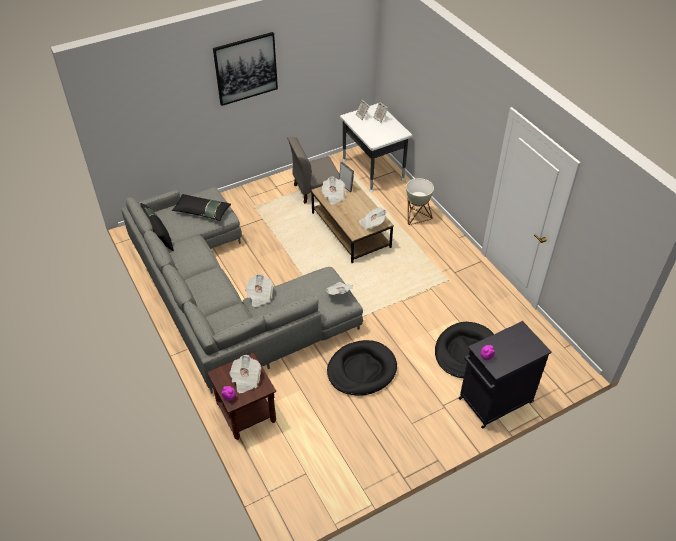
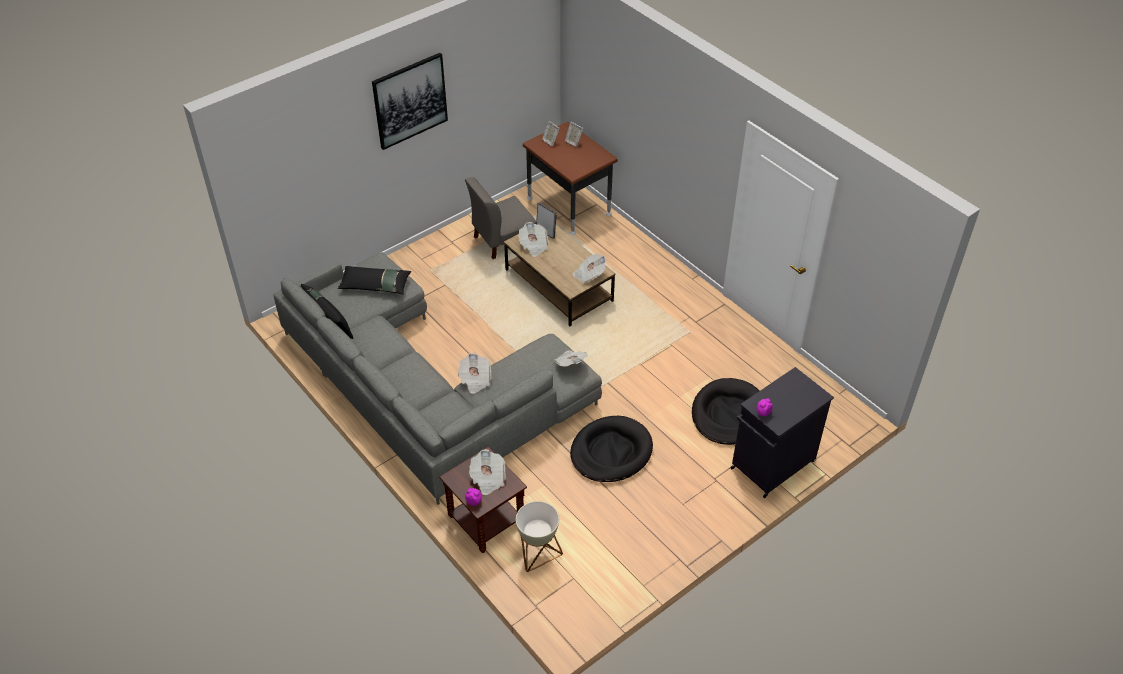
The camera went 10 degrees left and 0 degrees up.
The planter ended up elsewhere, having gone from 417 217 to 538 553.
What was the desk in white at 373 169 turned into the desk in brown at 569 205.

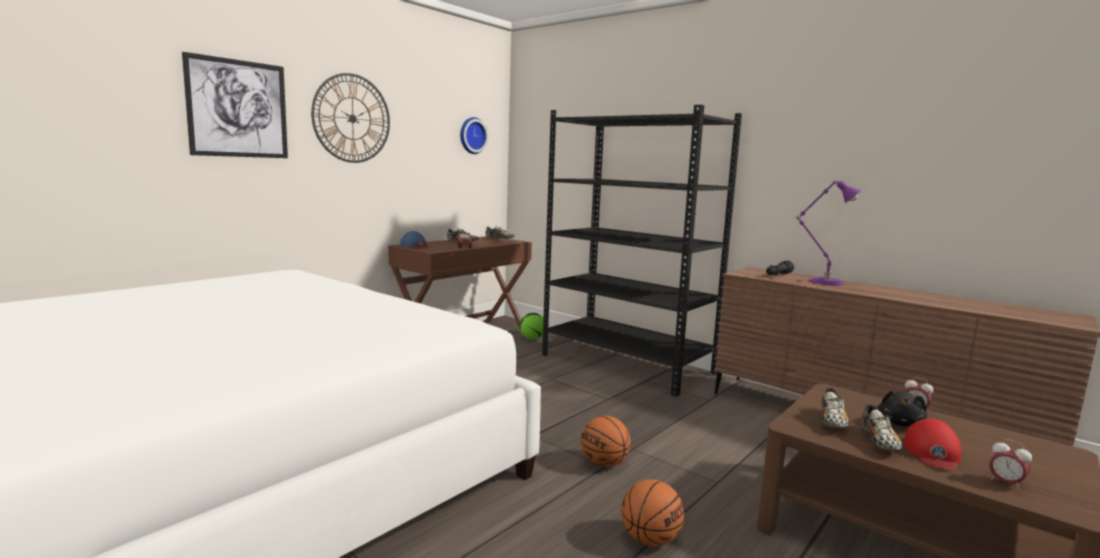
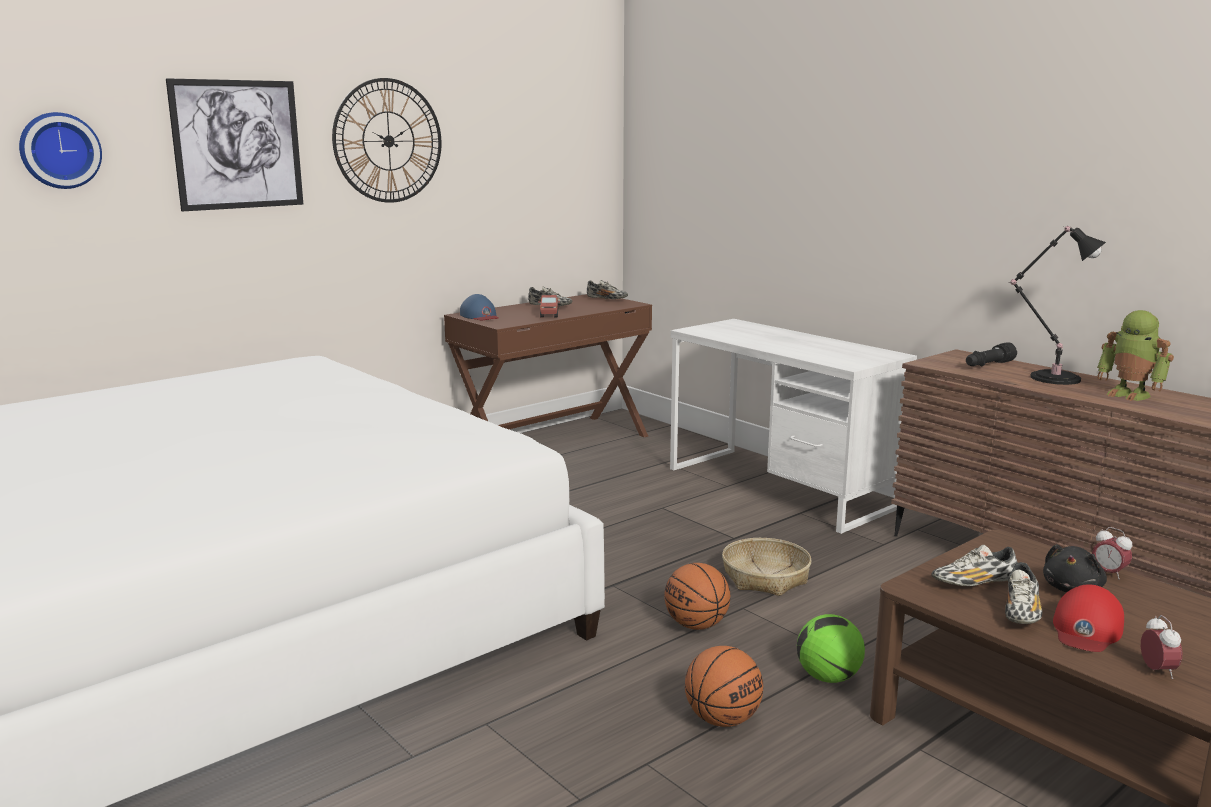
The camera went 10 degrees right and 5 degrees up.
The second view gained the basket at 765 577.
The second view gained the toy robot at 1130 394.
The wall clock ended up elsewhere, having gone from 471 135 to 59 150.
The football ended up elsewhere, having gone from 532 338 to 828 677.
Where the bookcase in black stood at 626 364, the desk in white came to stand at 779 487.
What was the table lamp in purple at 823 282 turned into the table lamp in black at 1050 378.
The shoe at 832 422 ended up facing another way, 45 degrees clockwise from before.
The alarm clock at 1005 483 ended up facing another way, 150 degrees counterclockwise from before.

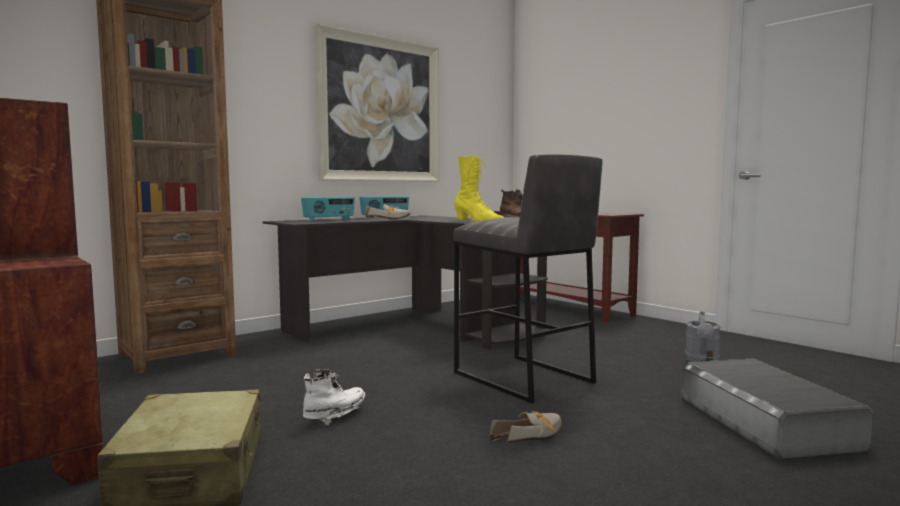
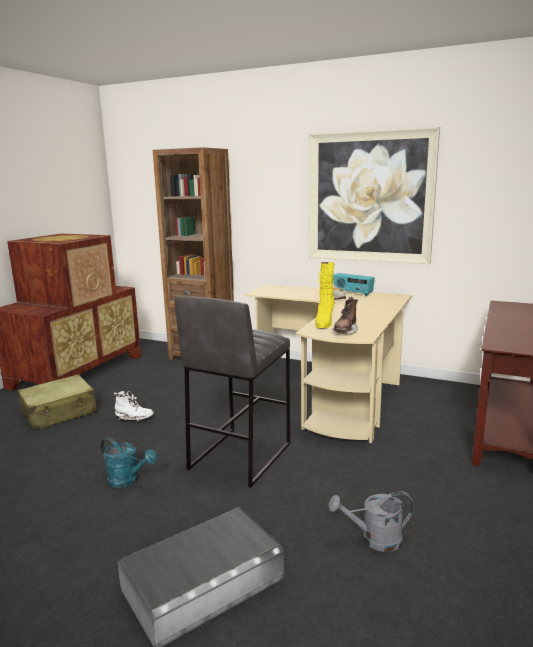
The camera went 65 degrees right and 10 degrees up.
The second view lost the radio at 329 220.
Where the shoe stood at 532 436, the watering can in turquoise came to stand at 128 480.
What was the desk in black at 416 326 turned into the desk in beige at 335 390.

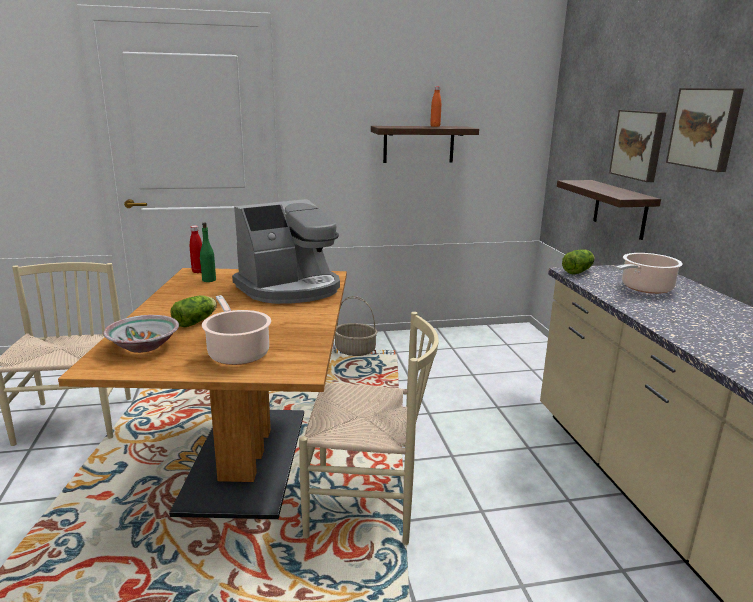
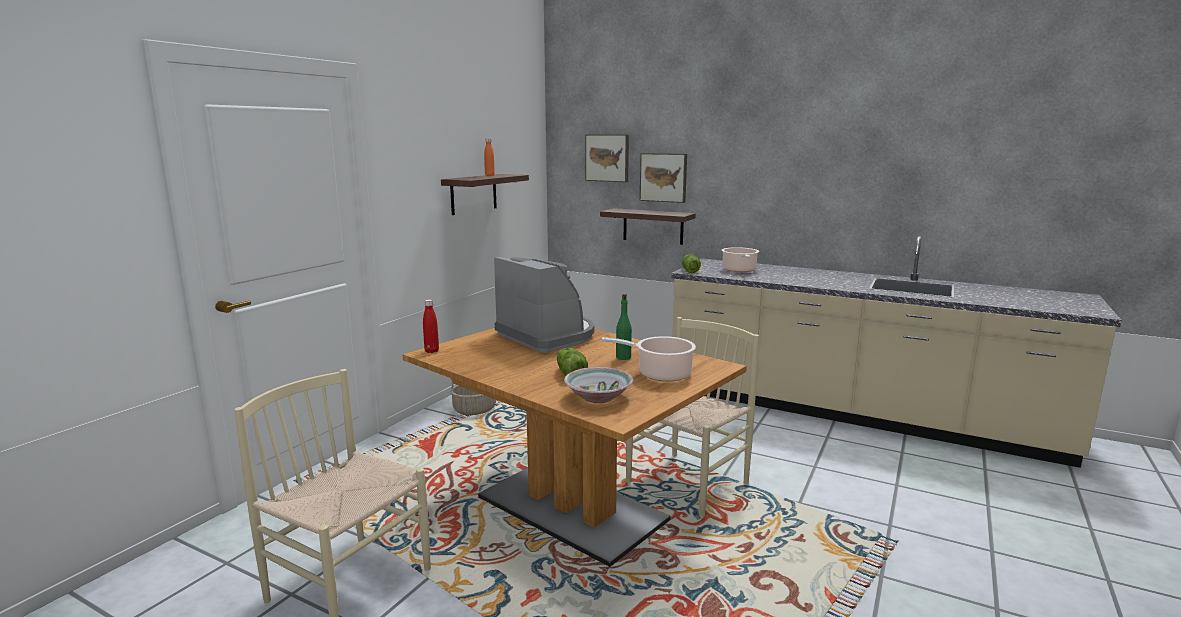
The camera went 50 degrees left and 5 degrees down.
The bottle in green ended up elsewhere, having gone from 208 280 to 623 357.
The picture ended up elsewhere, having gone from 705 128 to 607 158.
The coffee machine at 290 288 ended up facing another way, 45 degrees counterclockwise from before.

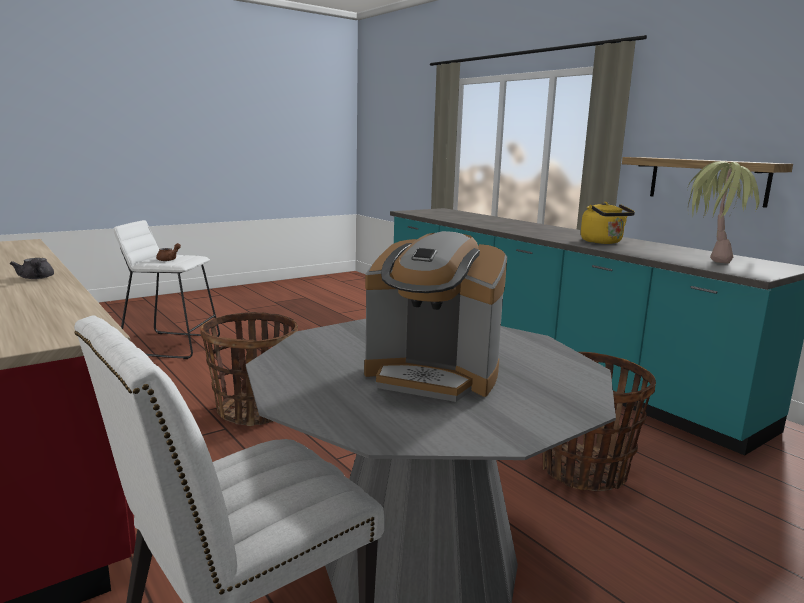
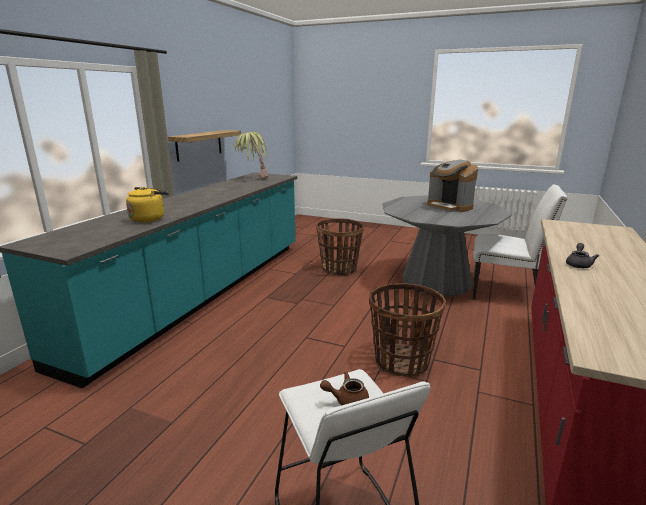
The camera went 120 degrees left and 5 degrees up.
The kettle in yellow ended up elsewhere, having gone from 603 242 to 149 218.
The coffee machine at 432 376 ended up facing another way, 150 degrees clockwise from before.

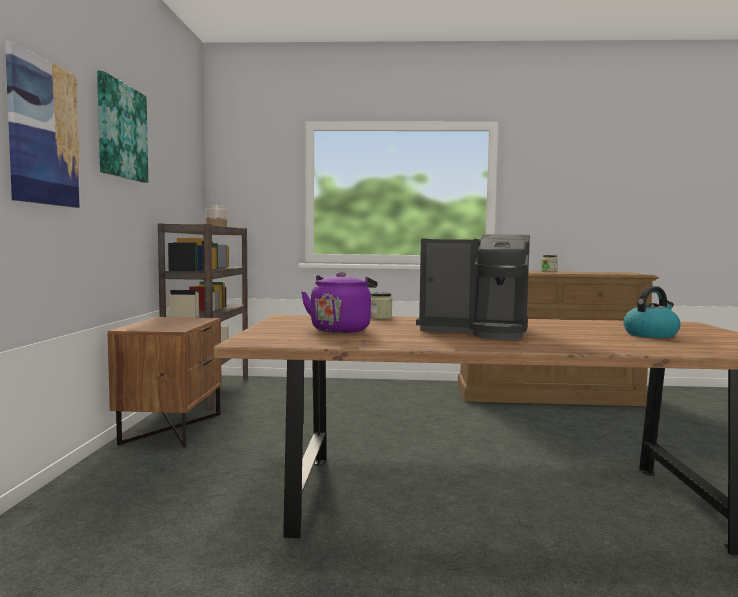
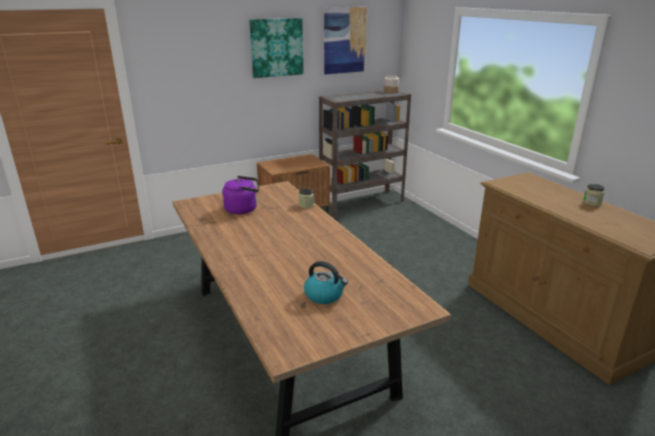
The camera went 60 degrees right and 20 degrees up.
The second view lost the coffee machine at 476 331.
The picture ended up elsewhere, having gone from 43 132 to 344 40.

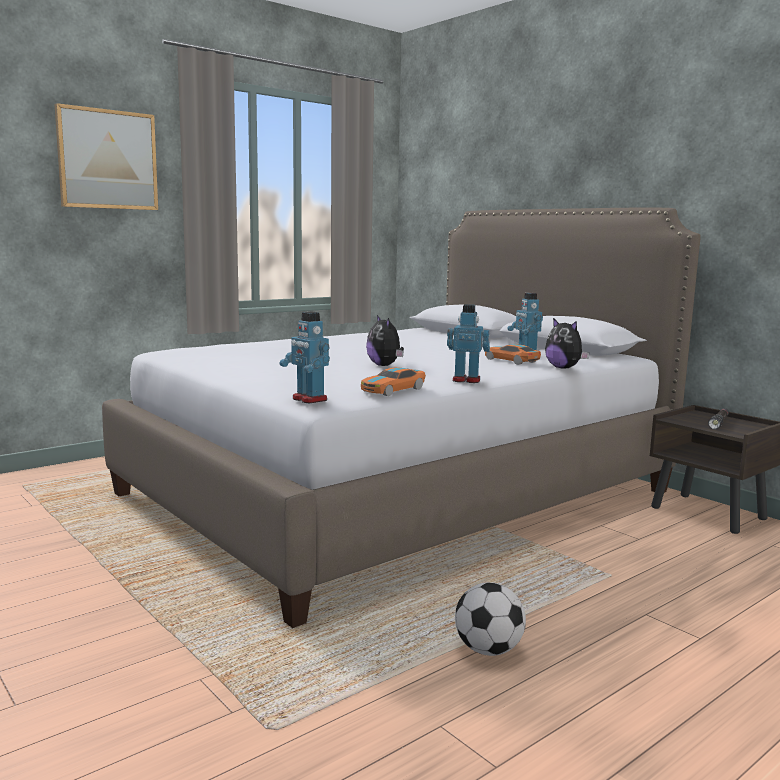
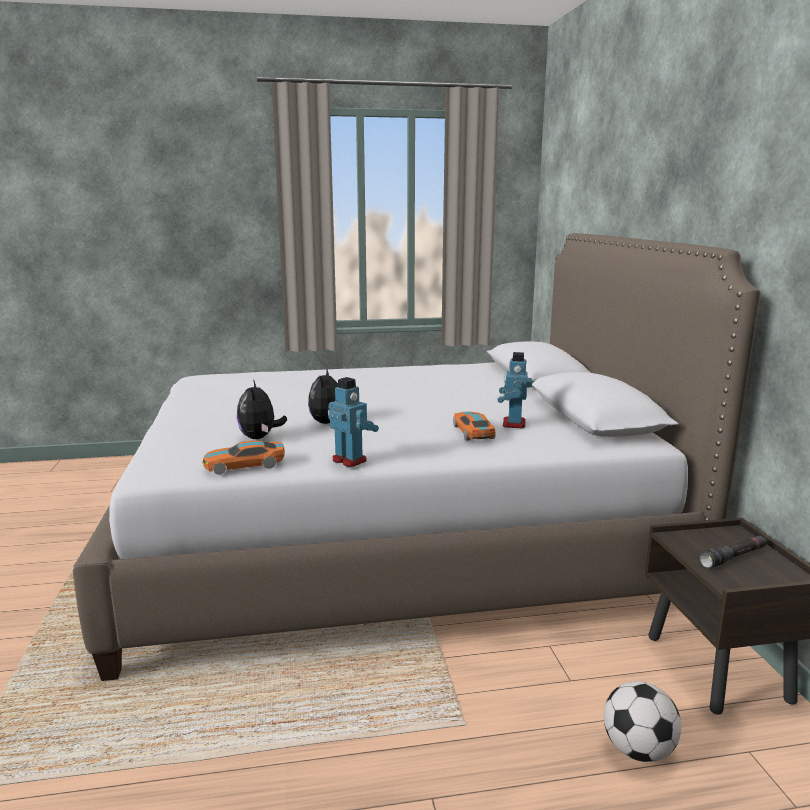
The camera went 30 degrees right and 5 degrees up.
The second view lost the picture at 107 160.
The second view lost the toy robot at 309 399.
The football ended up elsewhere, having gone from 488 650 to 638 750.
The plush toy ended up elsewhere, having gone from 564 368 to 260 437.

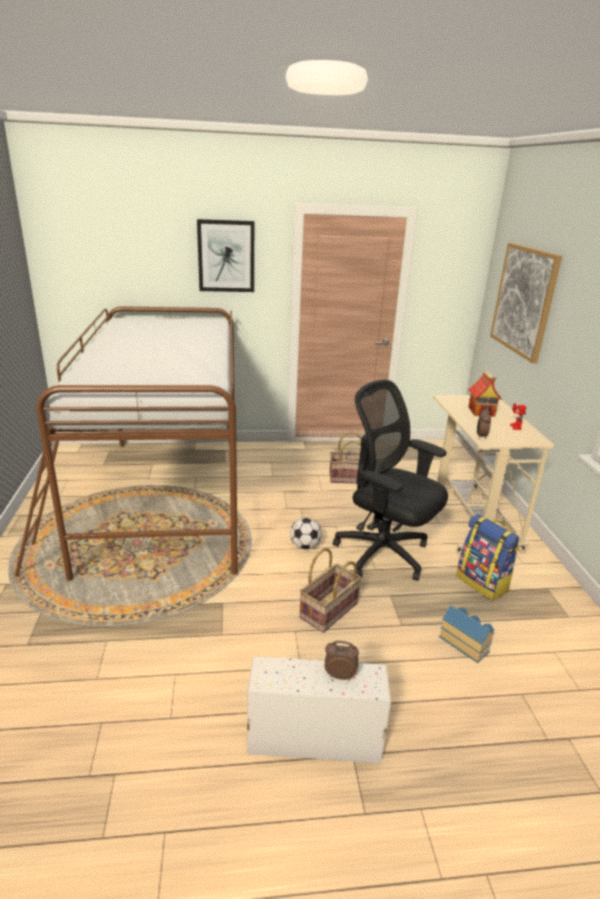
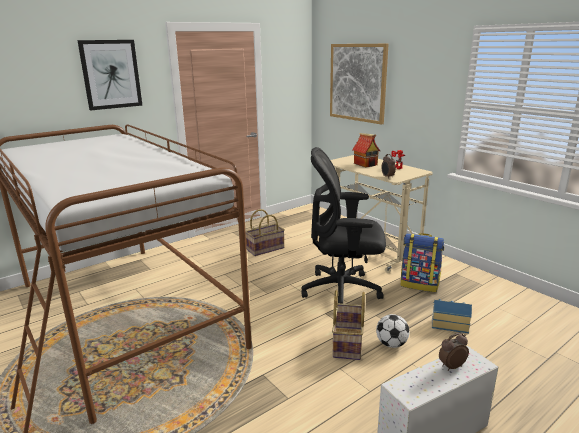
The camera went 30 degrees left and 5 degrees down.
The football ended up elsewhere, having gone from 305 546 to 391 344.

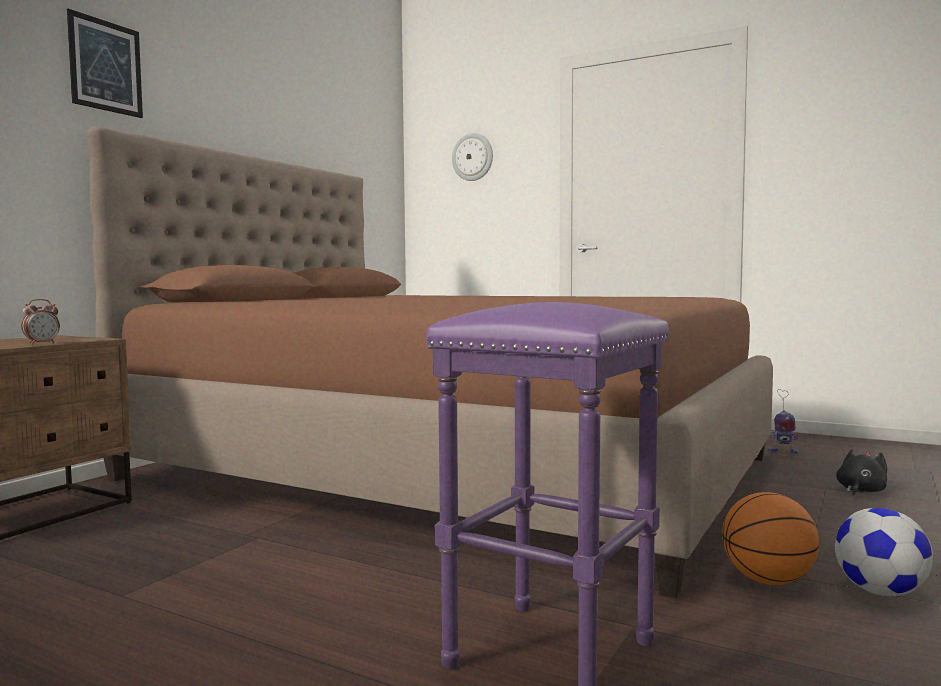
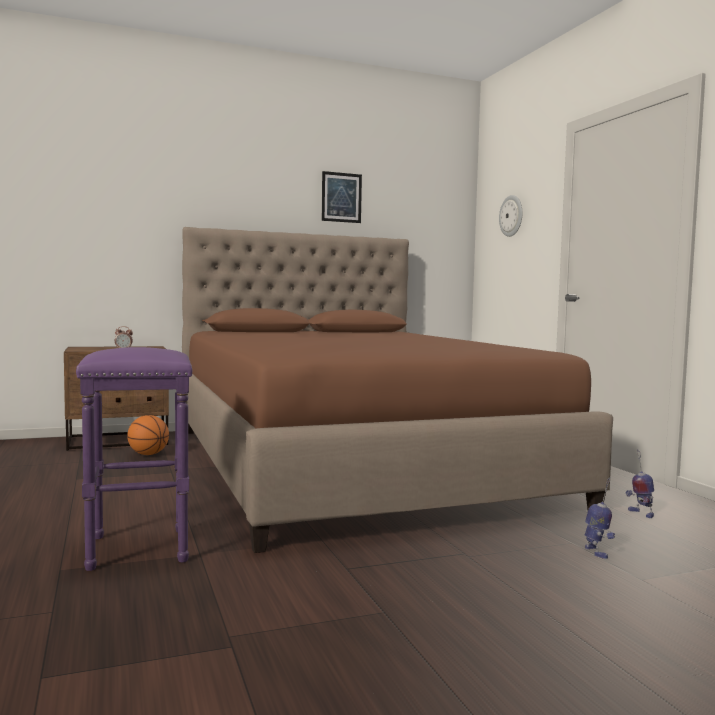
The camera went 40 degrees right and 0 degrees up.
The second view lost the football at 881 592.
The picture ended up elsewhere, having gone from 105 66 to 341 197.
The basketball ended up elsewhere, having gone from 768 580 to 148 454.
Where the plush toy in black stood at 860 491, the toy robot came to stand at 597 552.

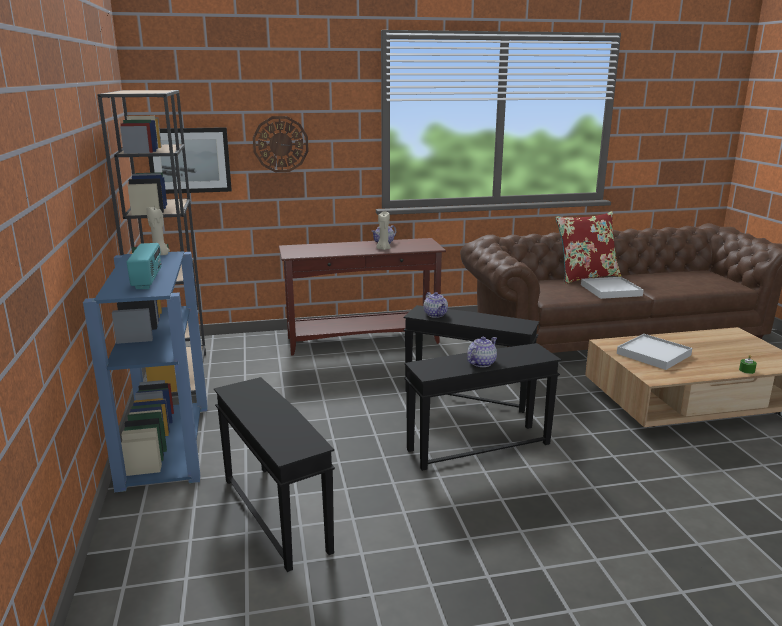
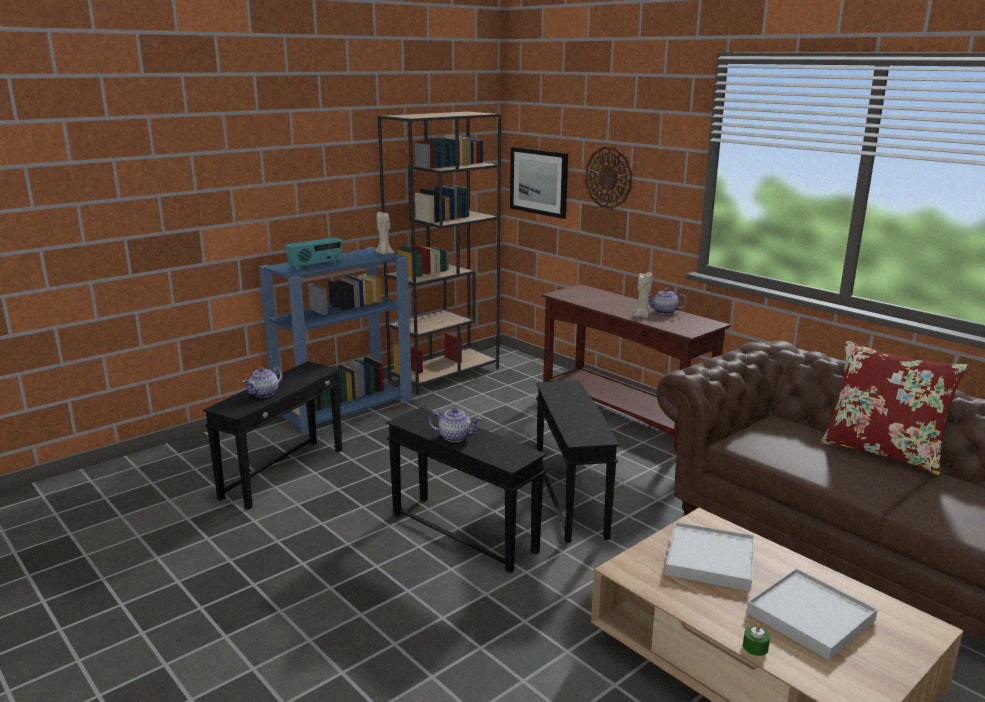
The camera went 60 degrees right and 0 degrees up.
The teapot ended up elsewhere, having gone from 436 314 to 264 394.
The tray in white ended up elsewhere, having gone from 610 290 to 810 617.

